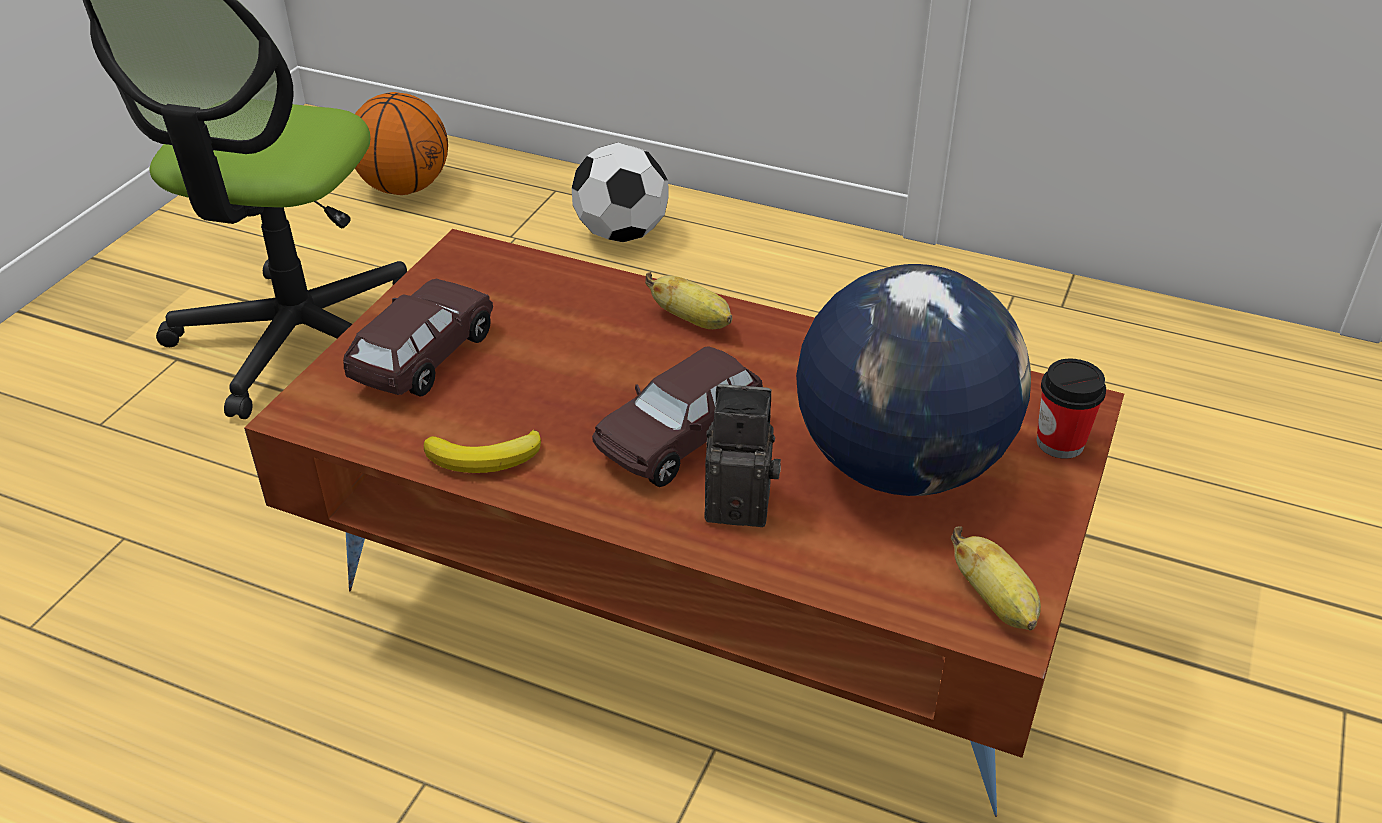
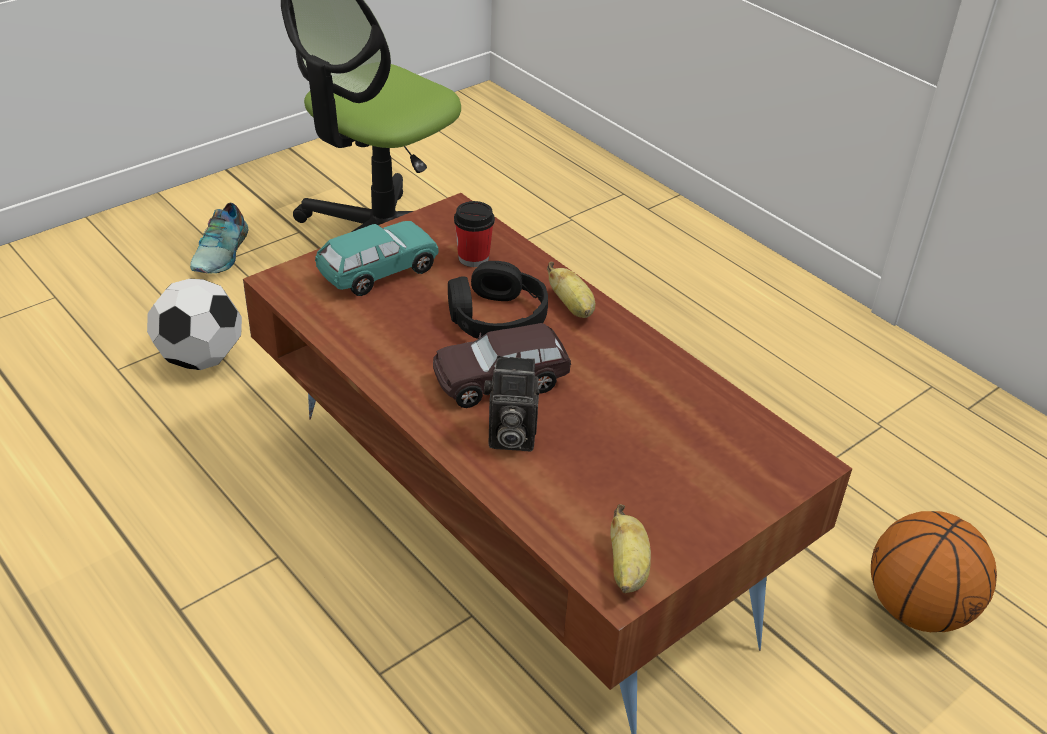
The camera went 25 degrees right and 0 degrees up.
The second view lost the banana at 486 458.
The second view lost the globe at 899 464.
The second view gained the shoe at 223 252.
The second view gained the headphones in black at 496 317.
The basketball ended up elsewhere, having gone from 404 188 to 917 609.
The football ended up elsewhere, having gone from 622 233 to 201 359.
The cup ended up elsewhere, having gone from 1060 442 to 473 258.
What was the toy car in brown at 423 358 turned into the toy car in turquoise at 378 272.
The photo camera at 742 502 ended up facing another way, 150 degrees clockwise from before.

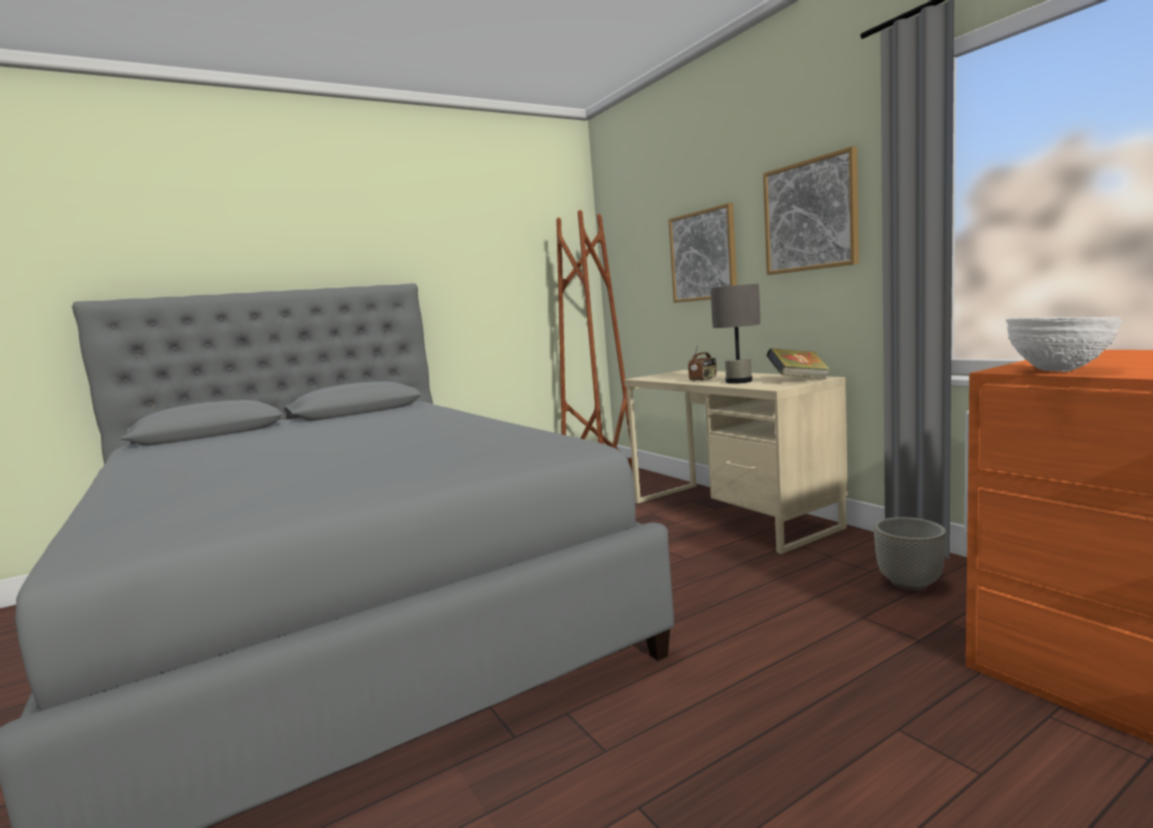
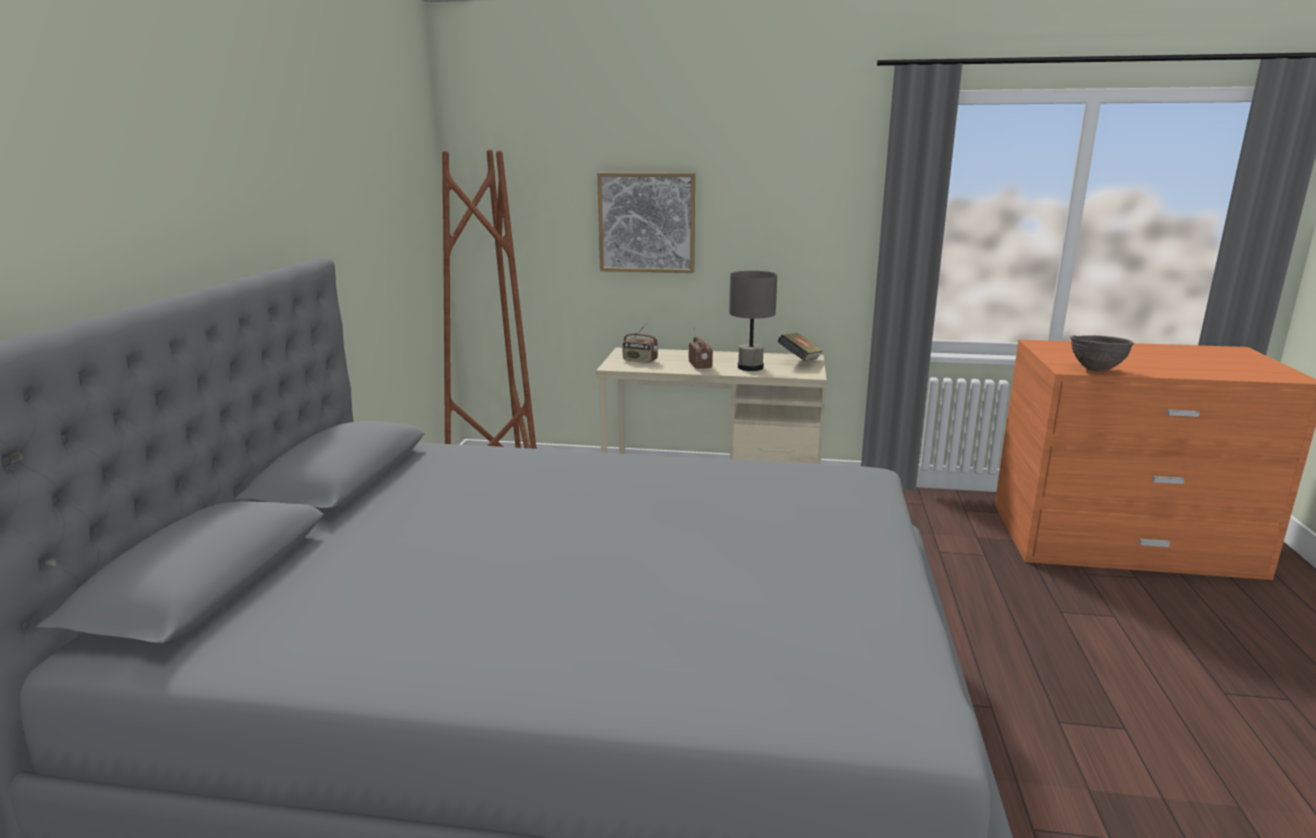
The camera went 50 degrees left and 10 degrees up.
The second view lost the picture at 810 216.
The second view lost the planter in grey at 909 583.
The second view gained the radio at 640 361.
What was the bowl in white at 1059 371 turned into the bowl in brown at 1096 370.

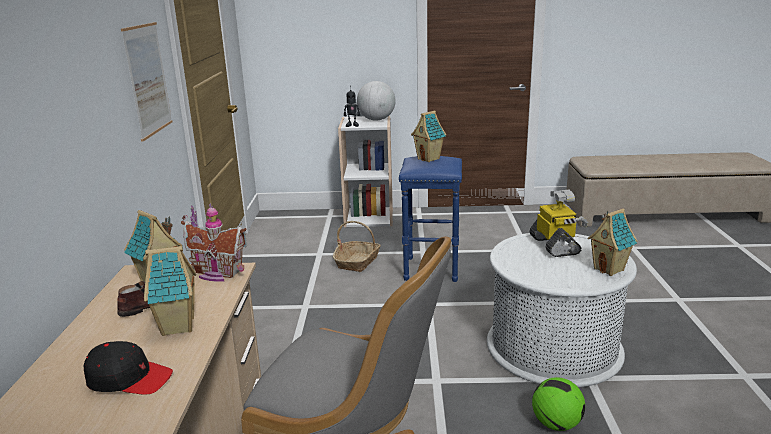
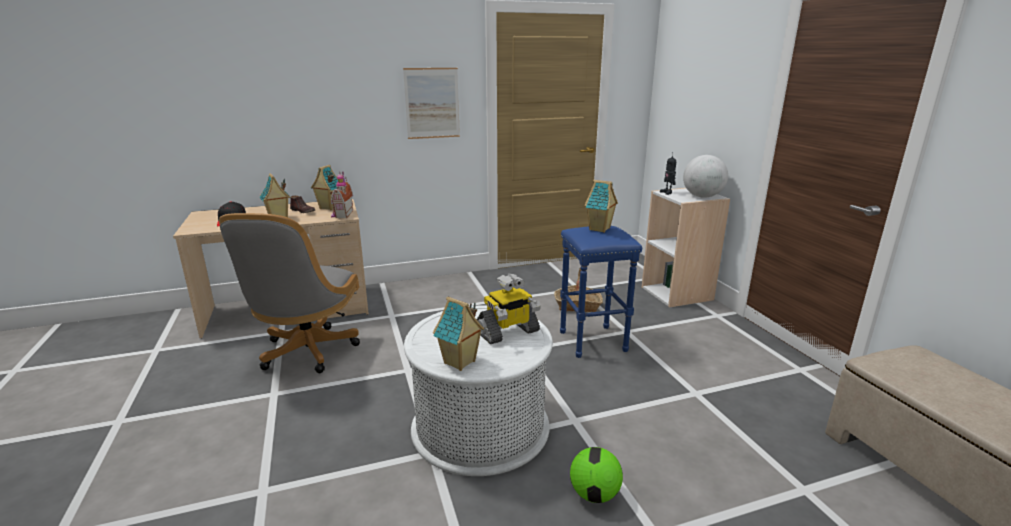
The camera went 70 degrees right and 0 degrees up.
The football ended up elsewhere, having gone from 556 424 to 594 494.

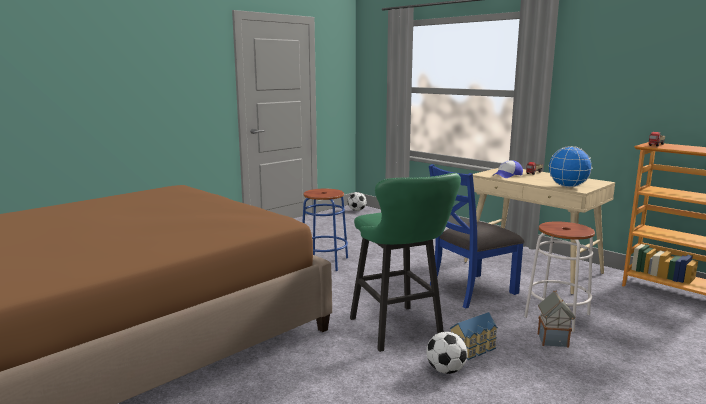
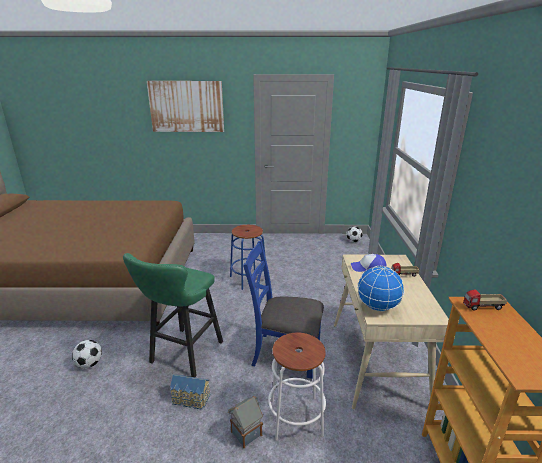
The camera went 45 degrees right and 10 degrees up.
The second view gained the picture at 186 106.
The football ended up elsewhere, having gone from 446 370 to 89 364.

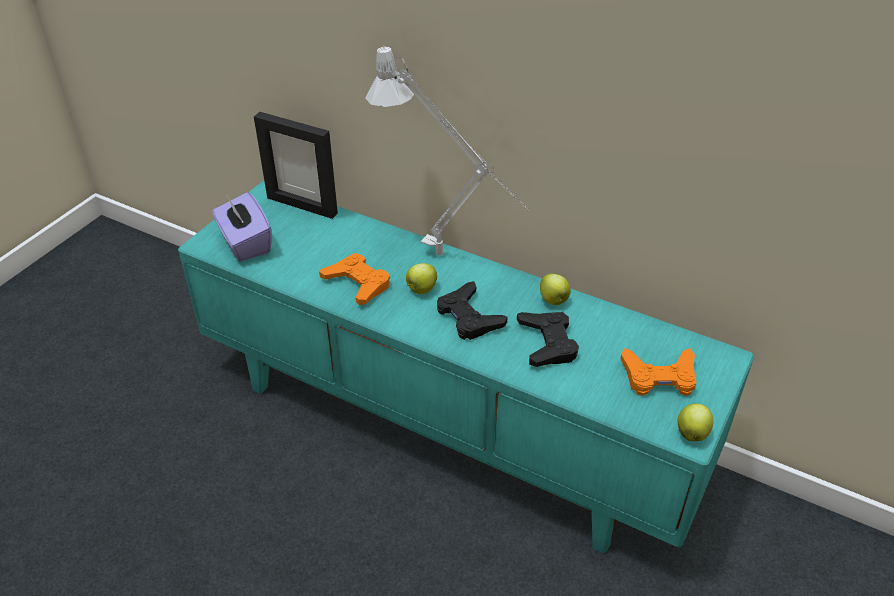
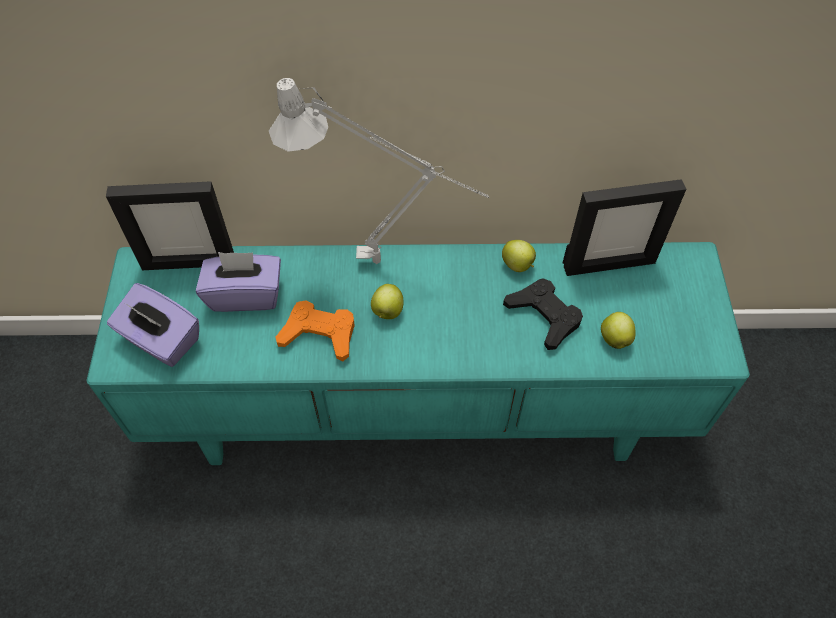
The camera went 30 degrees left and 15 degrees up.
The second view lost the game controller in black at 469 317.
The second view lost the game controller in orange at 659 377.
The second view gained the tissue box in purple at 245 294.
The second view gained the picture frame at 608 263.
The apple ended up elsewhere, having gone from 692 433 to 614 338.

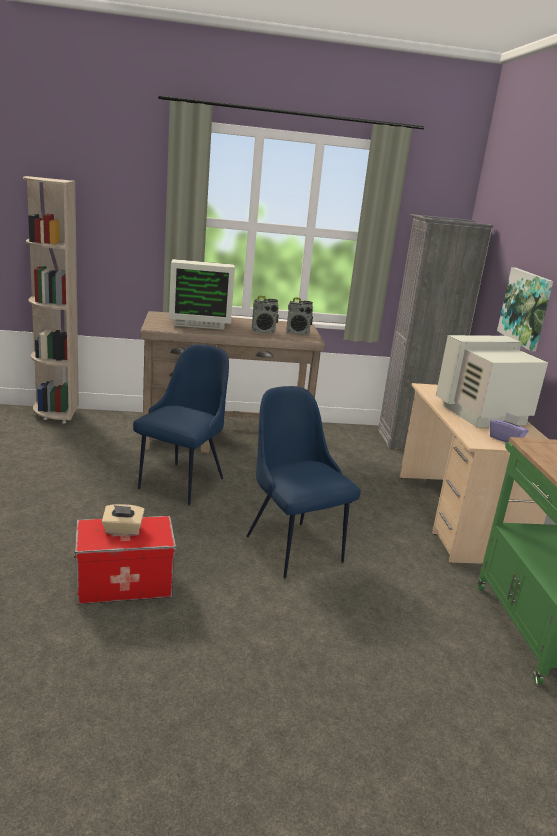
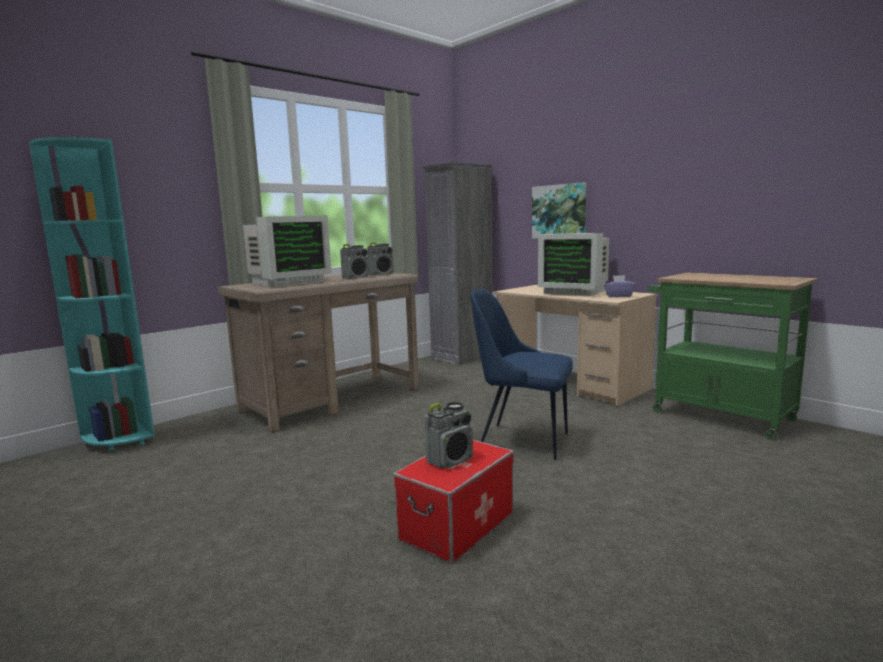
The camera went 35 degrees left and 10 degrees down.
The second view lost the chair in blue at 182 483.
Where the tissue box in beige stood at 123 530, the radio came to stand at 450 460.
What was the bookcase in beige at 55 416 turned into the bookcase in turquoise at 120 443.
The monitor at 483 415 ended up facing another way, 90 degrees counterclockwise from before.

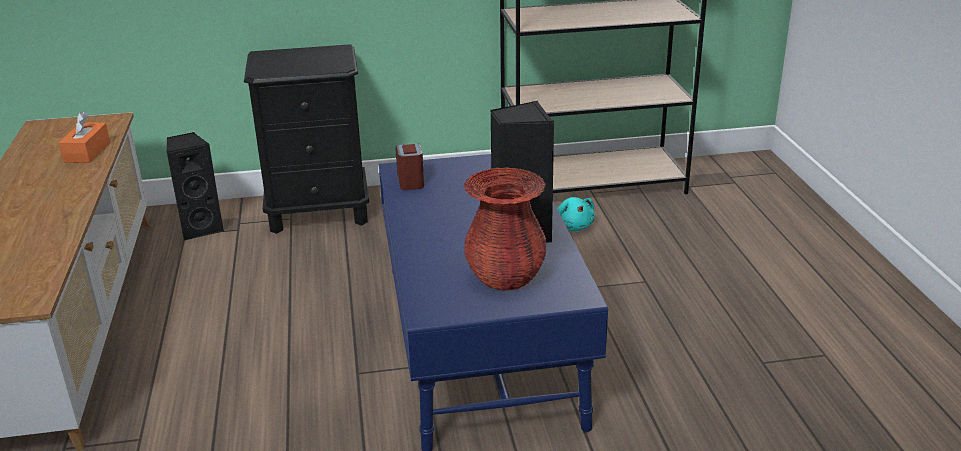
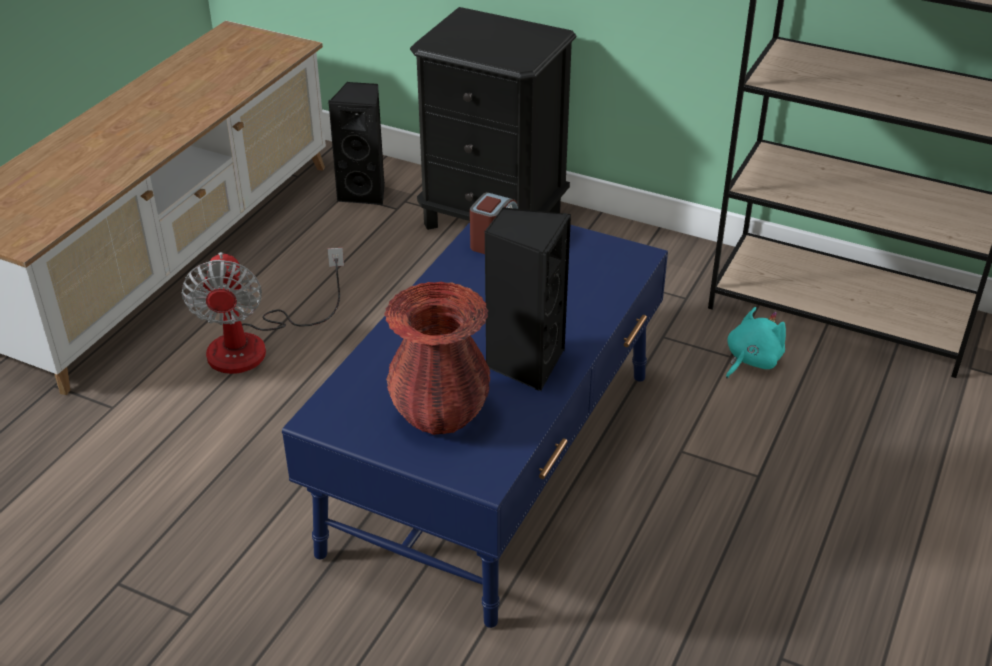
The camera went 35 degrees right and 10 degrees up.
The second view lost the tissue box in orange at 87 152.
The second view gained the fan at 255 344.
The plush toy in turquoise at 572 226 ended up facing another way, 150 degrees counterclockwise from before.

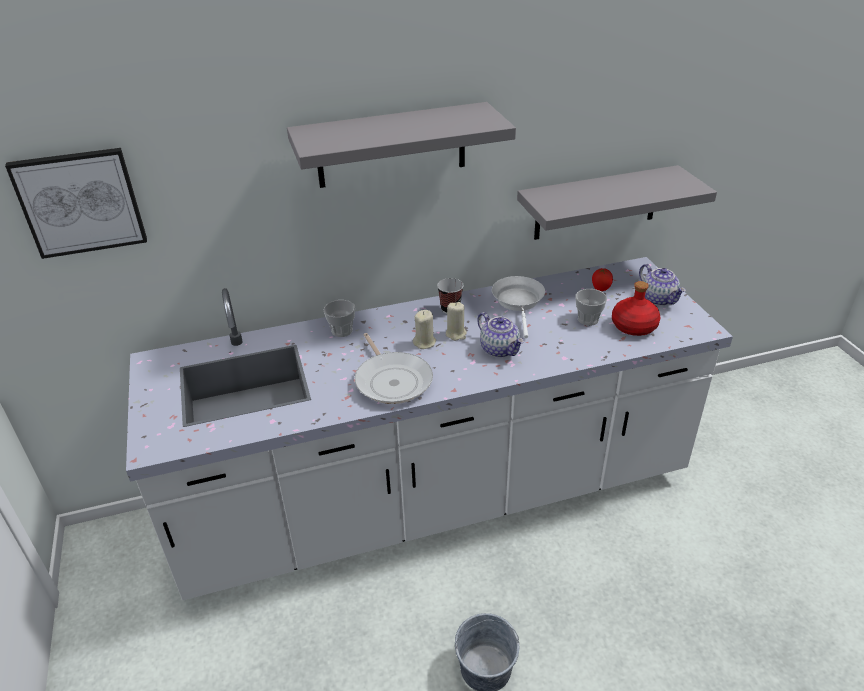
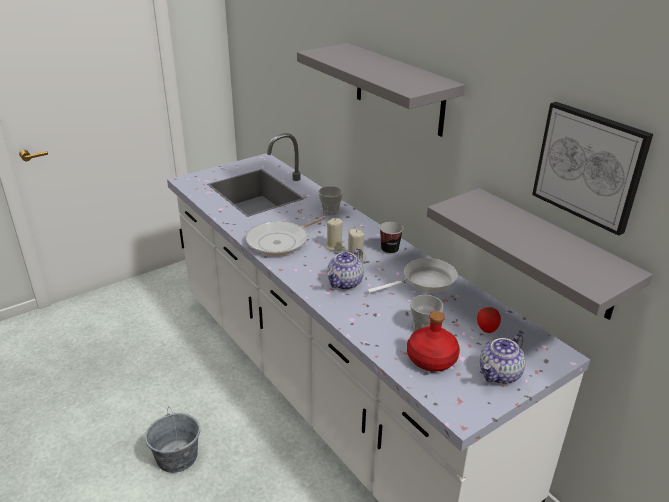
The camera went 70 degrees right and 5 degrees down.
The picture ended up elsewhere, having gone from 80 202 to 589 166.

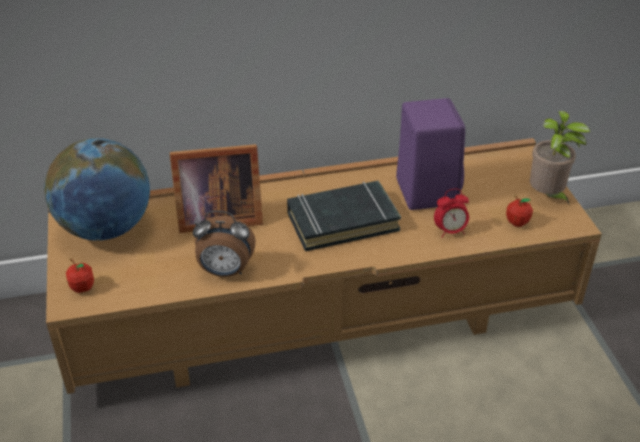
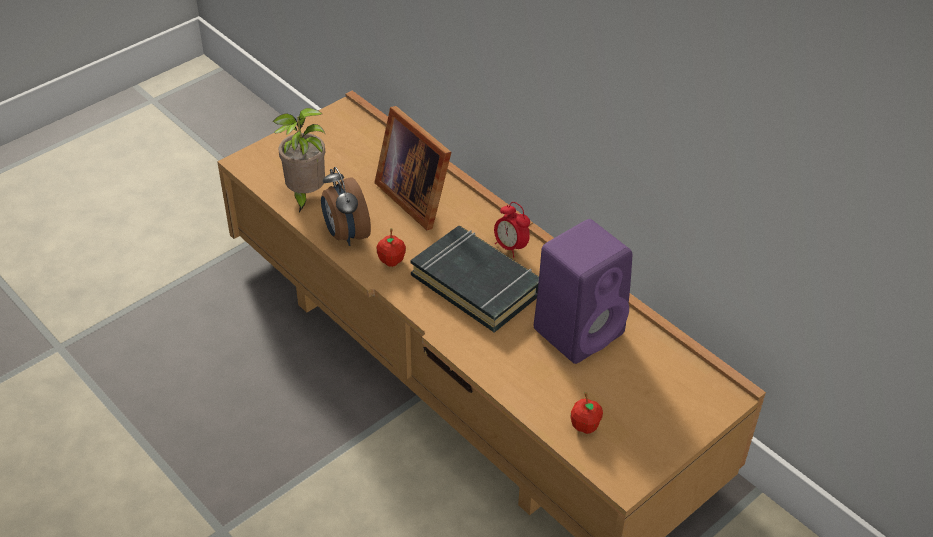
The camera went 60 degrees right and 5 degrees up.
The second view lost the globe at 106 228.
The apple ended up elsewhere, having gone from 82 287 to 391 261.
The alarm clock ended up elsewhere, having gone from 450 231 to 510 247.
The potted plant ended up elsewhere, having gone from 547 197 to 305 195.

